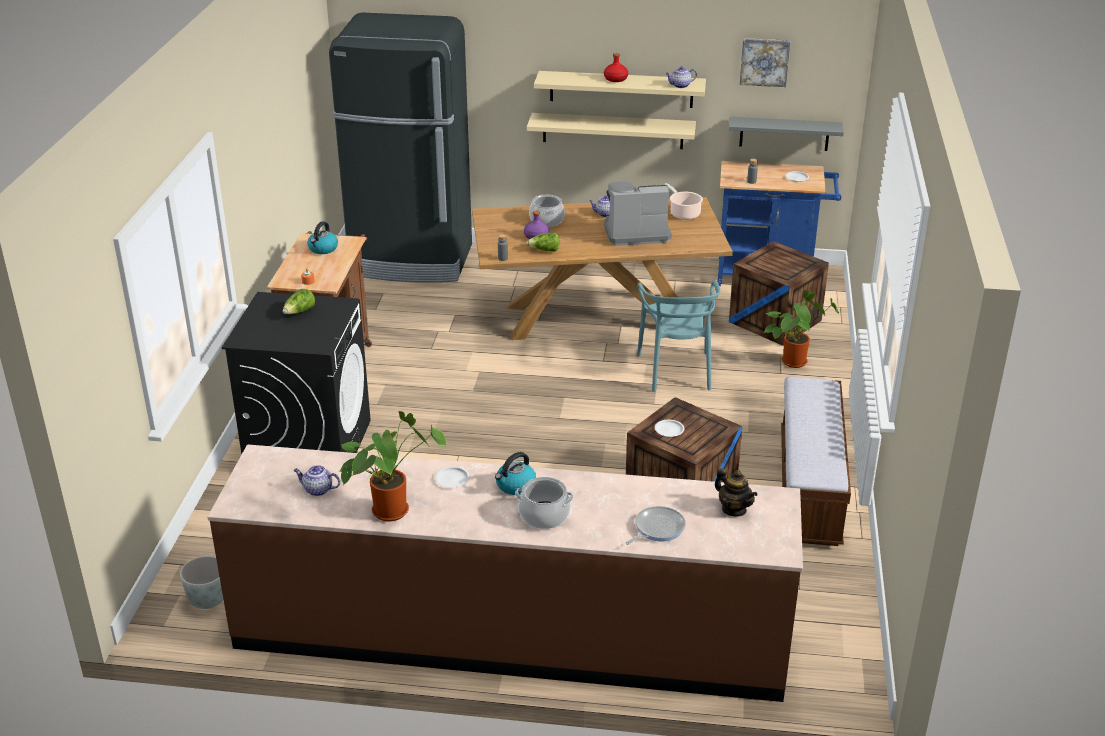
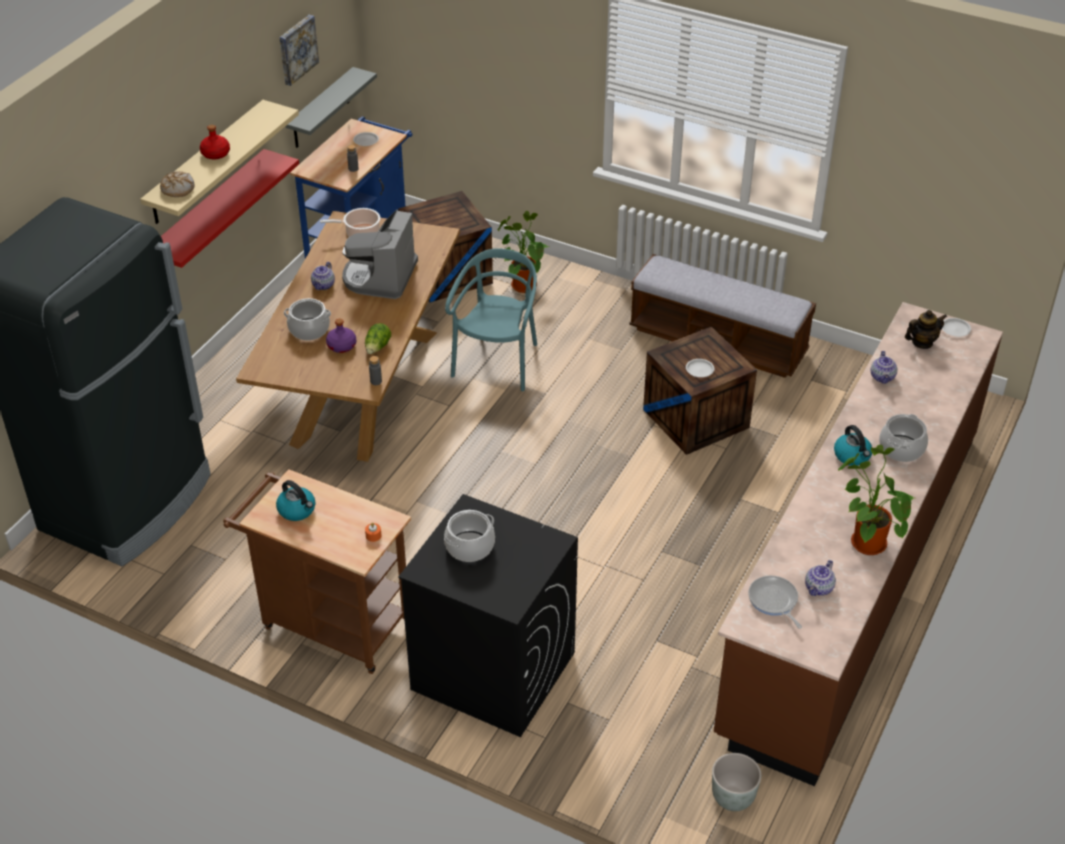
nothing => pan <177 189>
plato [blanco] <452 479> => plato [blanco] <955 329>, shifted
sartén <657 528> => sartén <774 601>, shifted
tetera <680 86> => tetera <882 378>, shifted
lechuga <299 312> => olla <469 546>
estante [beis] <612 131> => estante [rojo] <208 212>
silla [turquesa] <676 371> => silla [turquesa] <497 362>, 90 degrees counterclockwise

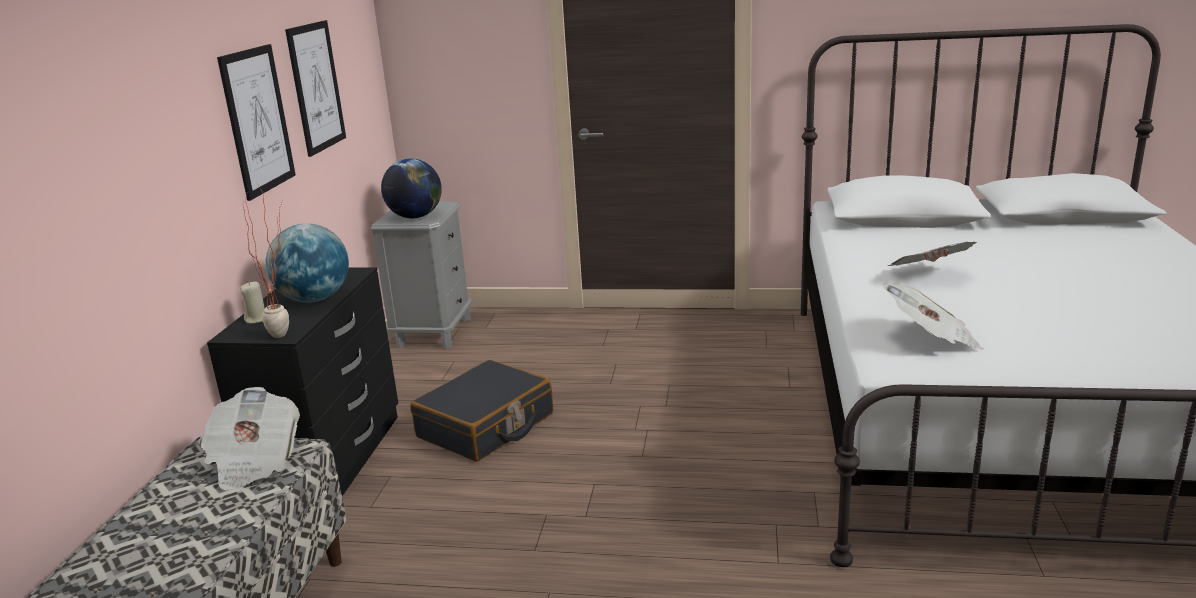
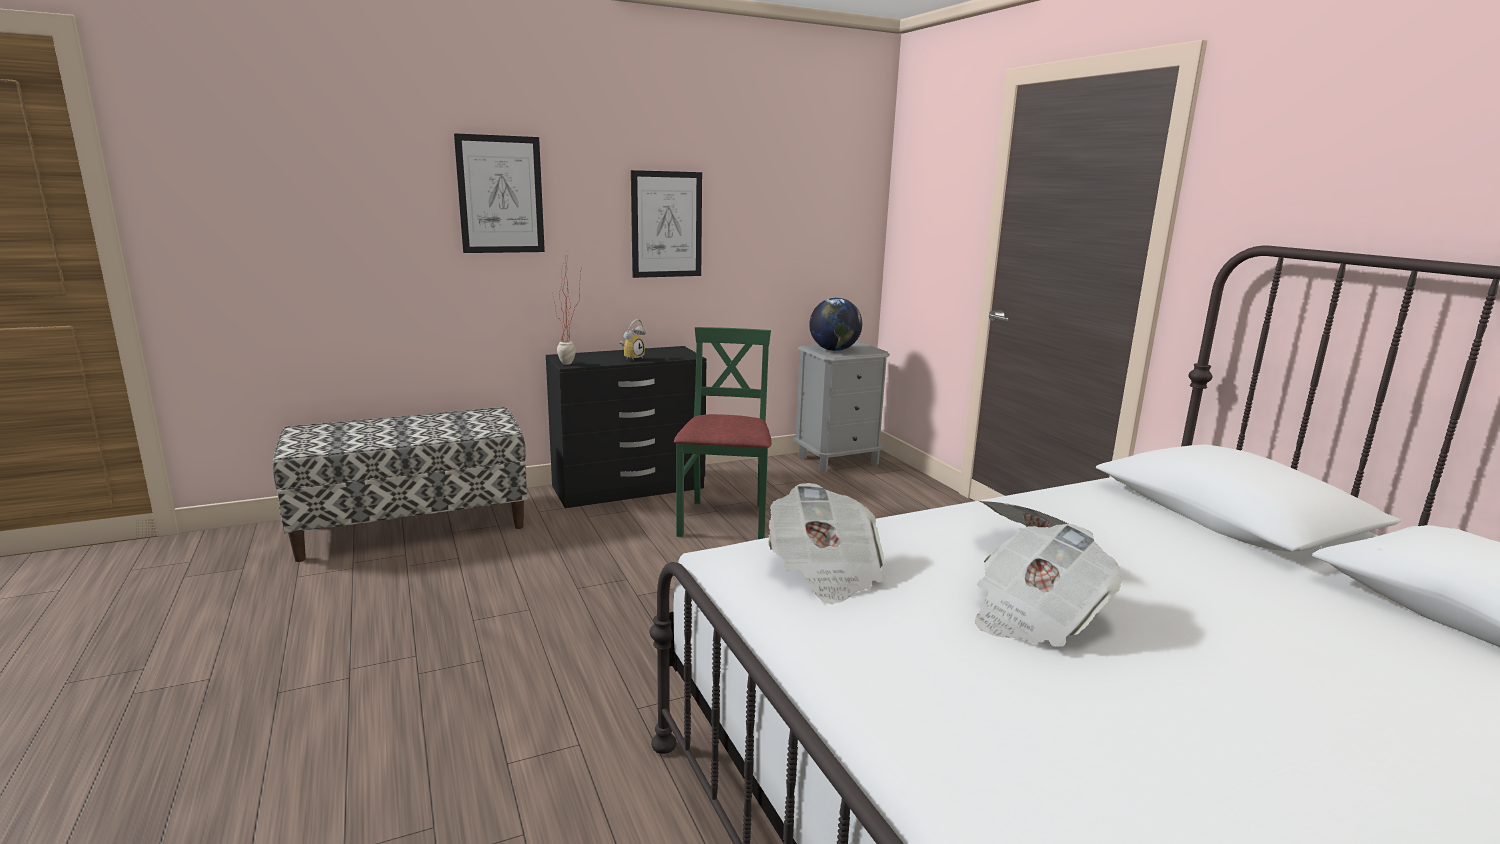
vela [beis] <257 319> => nothing
periódico <254 461> => periódico <1035 616>, shifted
cuadro <316 87> => cuadro <500 195>, shifted
globo terráqueo <314 299> => despertador <632 358>
maleta [negro] <486 426> => silla [verde] <725 520>

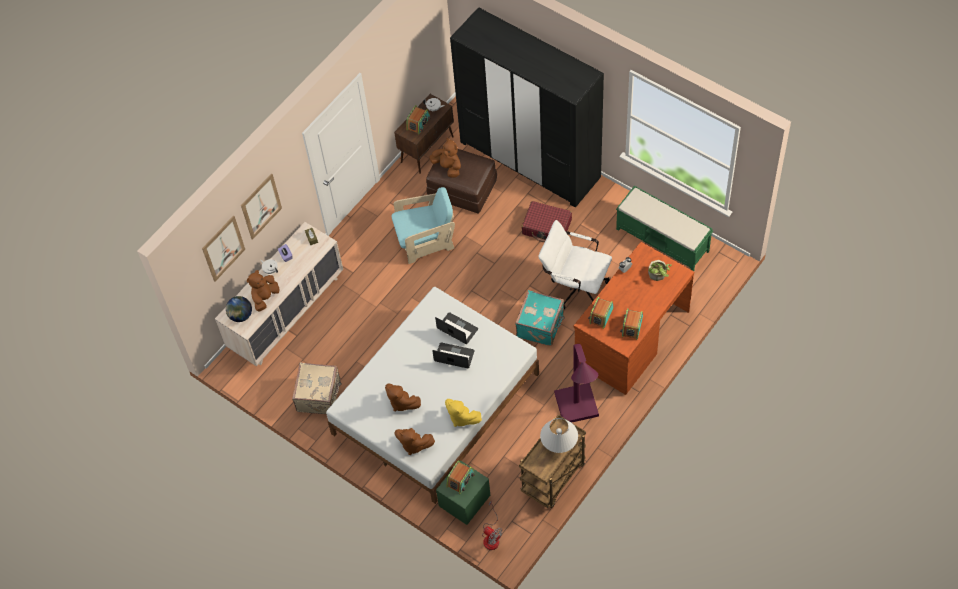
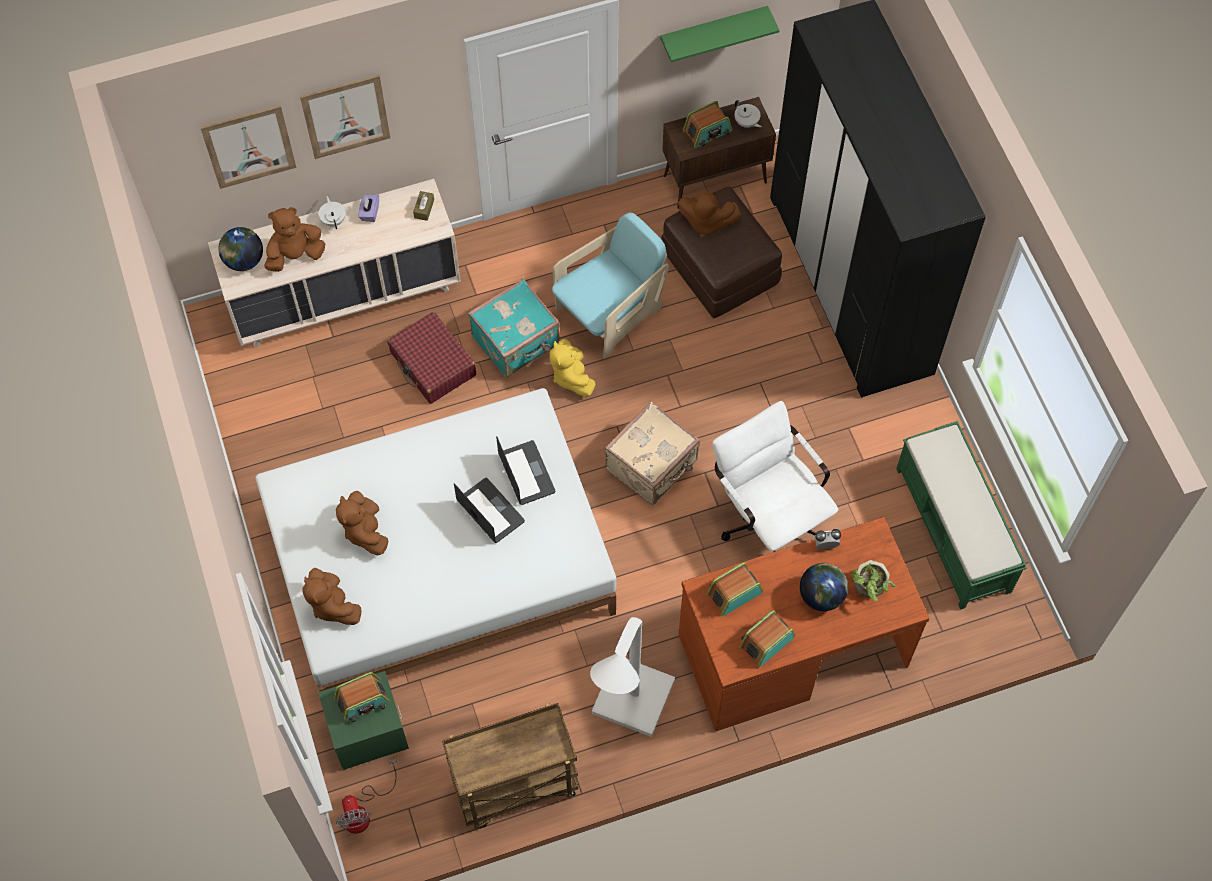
lámpara de mesa [blanco] <559 442> => nothing
nothing => estante [verde] <713 31>
nothing => globo terráqueo <821 595>
maleta [beis] <319 395> => maleta [beis] <653 466>, shifted
peluche [amarillo] <461 417> => peluche [amarillo] <571 376>, shifted
maleta [turquesa] <541 325> => maleta [turquesa] <517 342>, shifted
maleta [rojo] <547 227> => maleta [rojo] <433 364>, shifted
lámpara de pie [morado] <578 411> => lámpara de pie [blanco] <628 708>
sillón [turquesa] <425 241> => sillón [turquesa] <610 312>, 60 degrees counterclockwise
peluche [marrón] <448 167> => peluche [marrón] <706 222>, 120 degrees clockwise

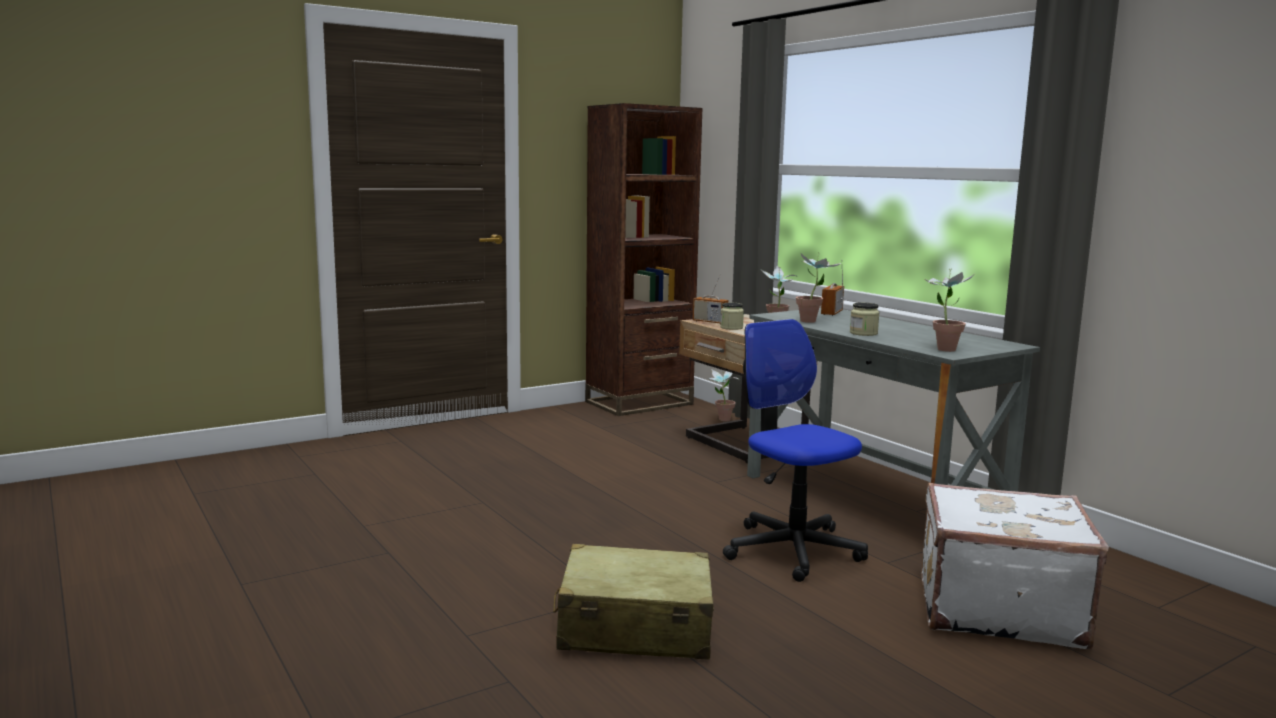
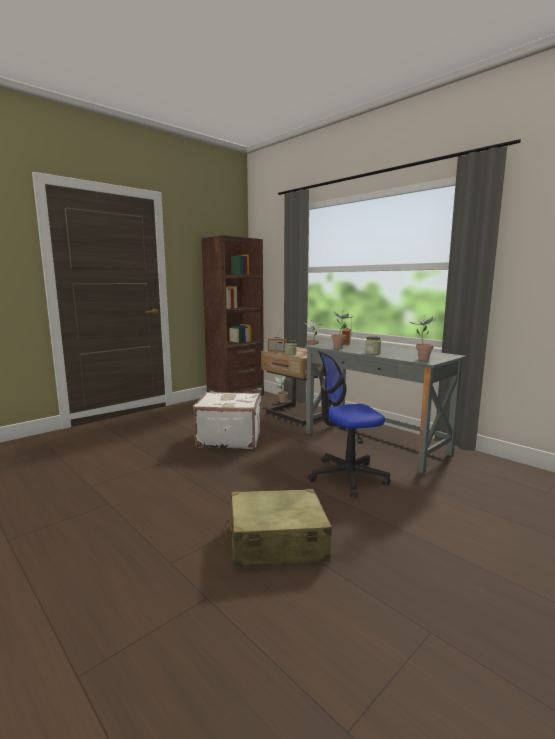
maleta [blanco] <997 609> => maleta [blanco] <229 438>, shifted
silla de oficina <792 550> => silla de oficina <347 476>, 60 degrees counterclockwise

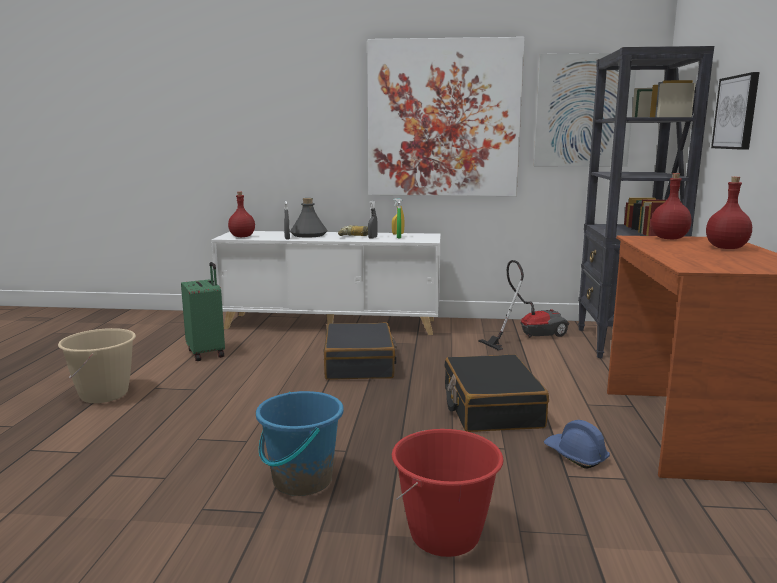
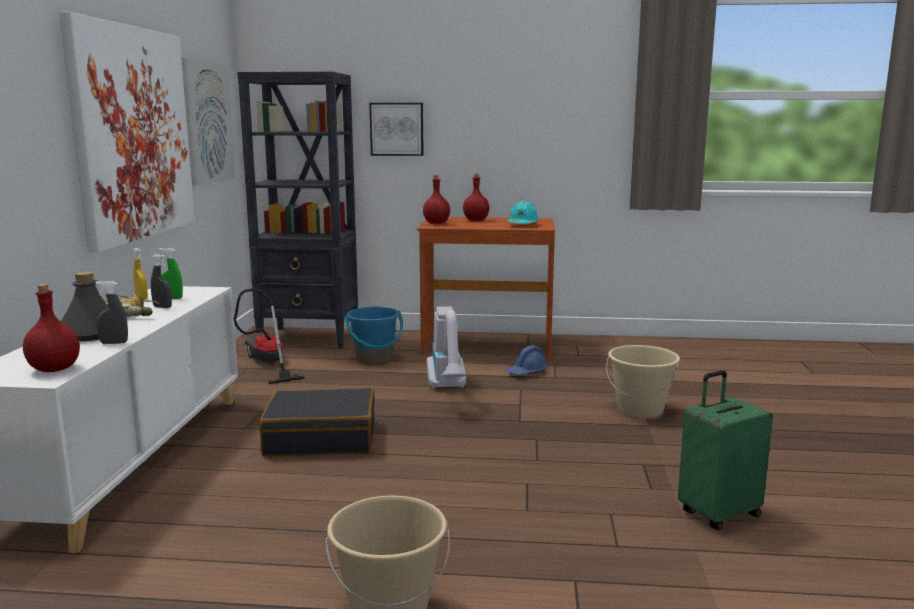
nothing => casco [turquesa] <523 225>
maleta [verde] <207 353> => maleta [verde] <718 513>, shifted
cubo [azul] <301 480> => cubo [azul] <374 359>, shifted
maleta [negro] <491 408> => aspiradora <448 389>
cubo [rojo] <445 536> => cubo [beis] <640 410>

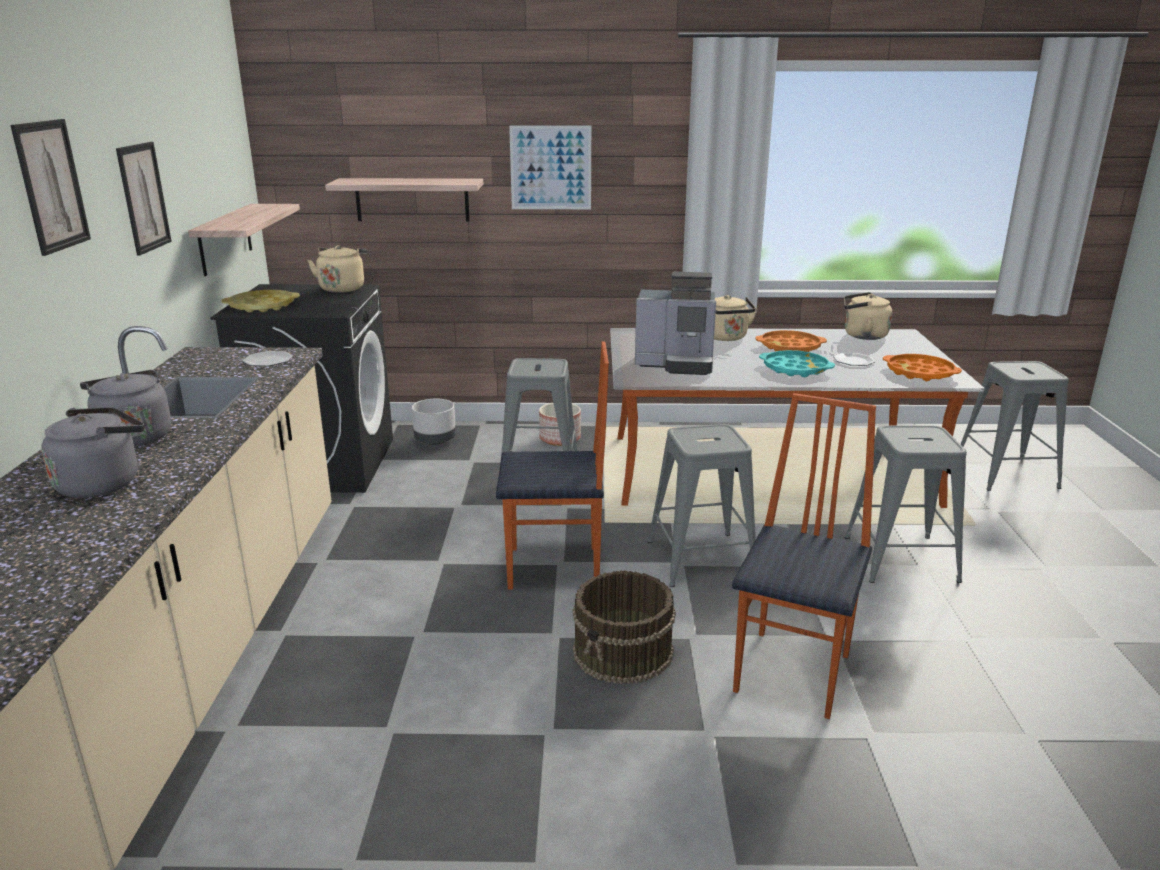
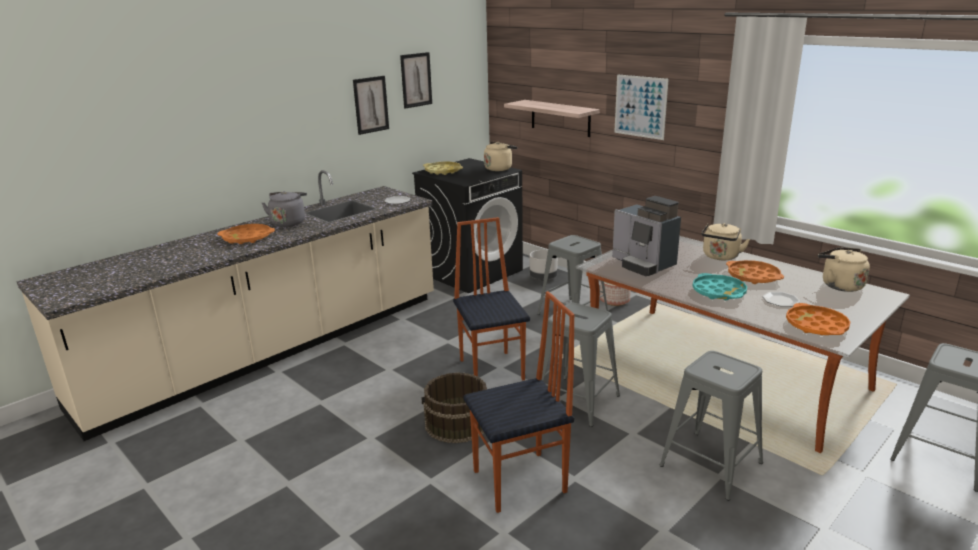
estante <225 239> => nothing
cuadro <51 186> => cuadro <416 80>, shifted
hervidor [gris] <103 483> => bandeja [naranja] <247 238>
silla <555 569> => silla <492 369>, 150 degrees counterclockwise

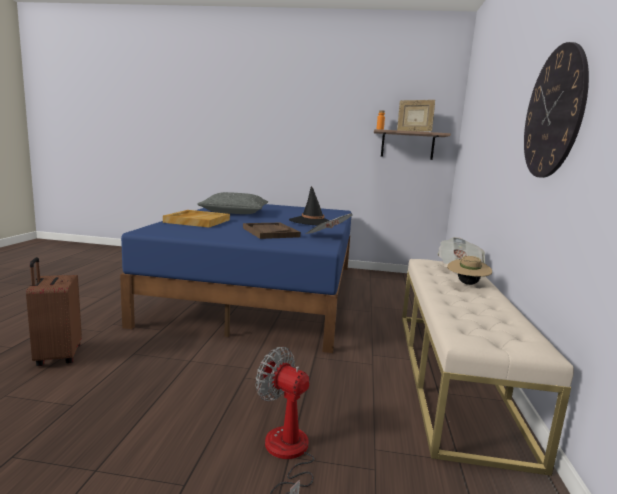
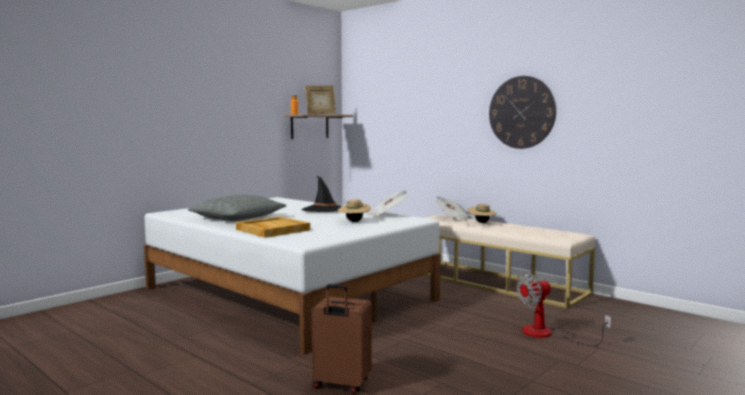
bandeja [marrón] <270 232> => sombrero [beis] <354 221>
cama [azul] <262 291> => cama [blanco] <288 294>

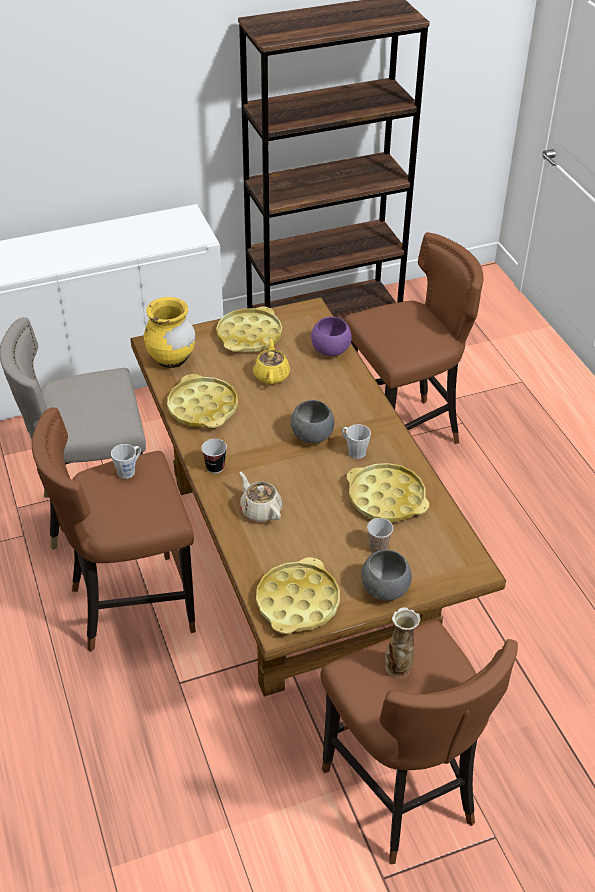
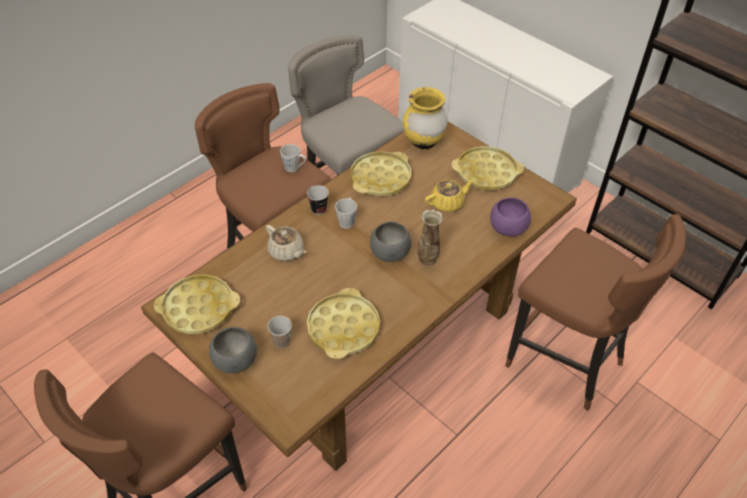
taza grande [gris] <354 451> => taza grande [gris] <347 220>, shifted
florero <398 668> => florero <427 259>, shifted
tetera [beis] <260 510> => tetera [beis] <286 251>, 105 degrees clockwise

